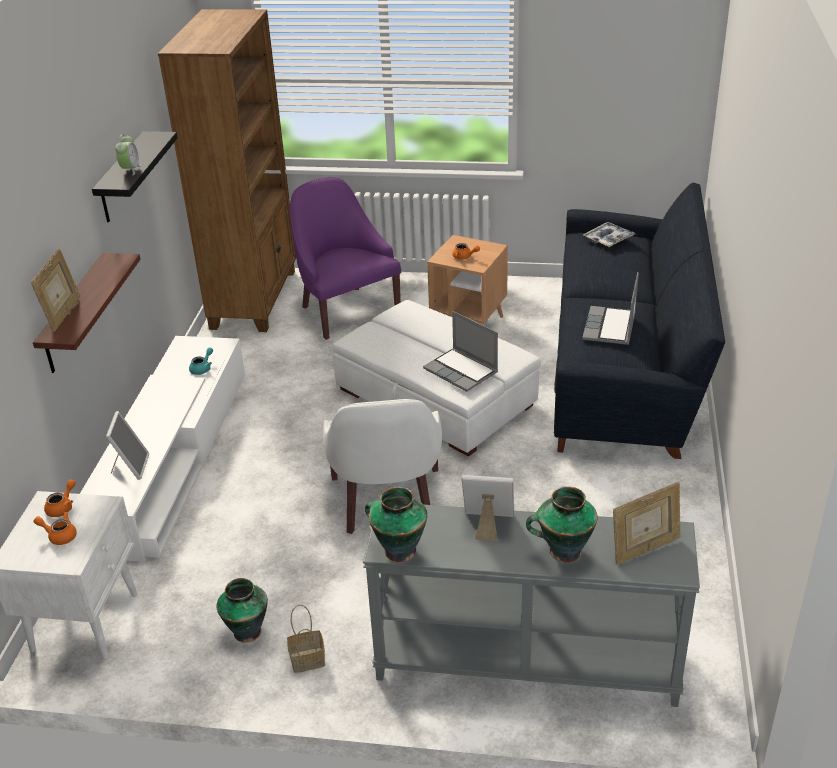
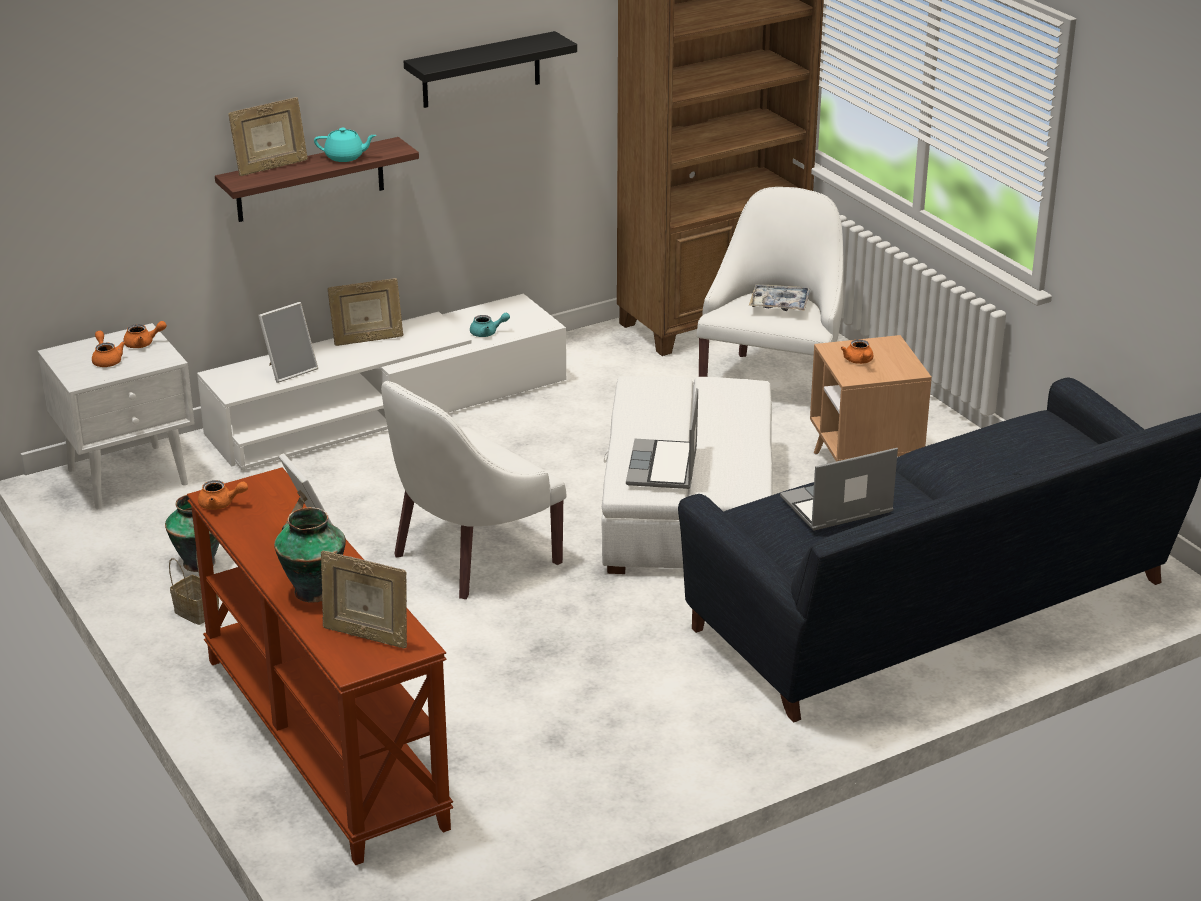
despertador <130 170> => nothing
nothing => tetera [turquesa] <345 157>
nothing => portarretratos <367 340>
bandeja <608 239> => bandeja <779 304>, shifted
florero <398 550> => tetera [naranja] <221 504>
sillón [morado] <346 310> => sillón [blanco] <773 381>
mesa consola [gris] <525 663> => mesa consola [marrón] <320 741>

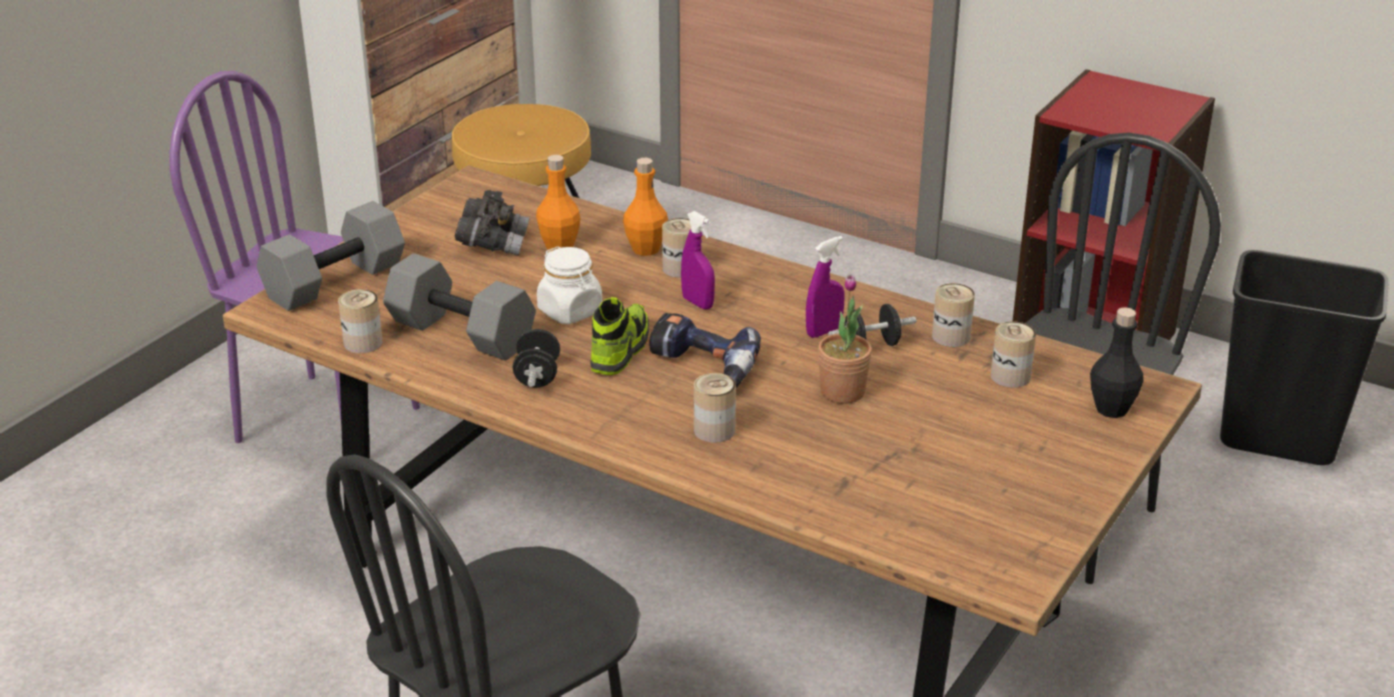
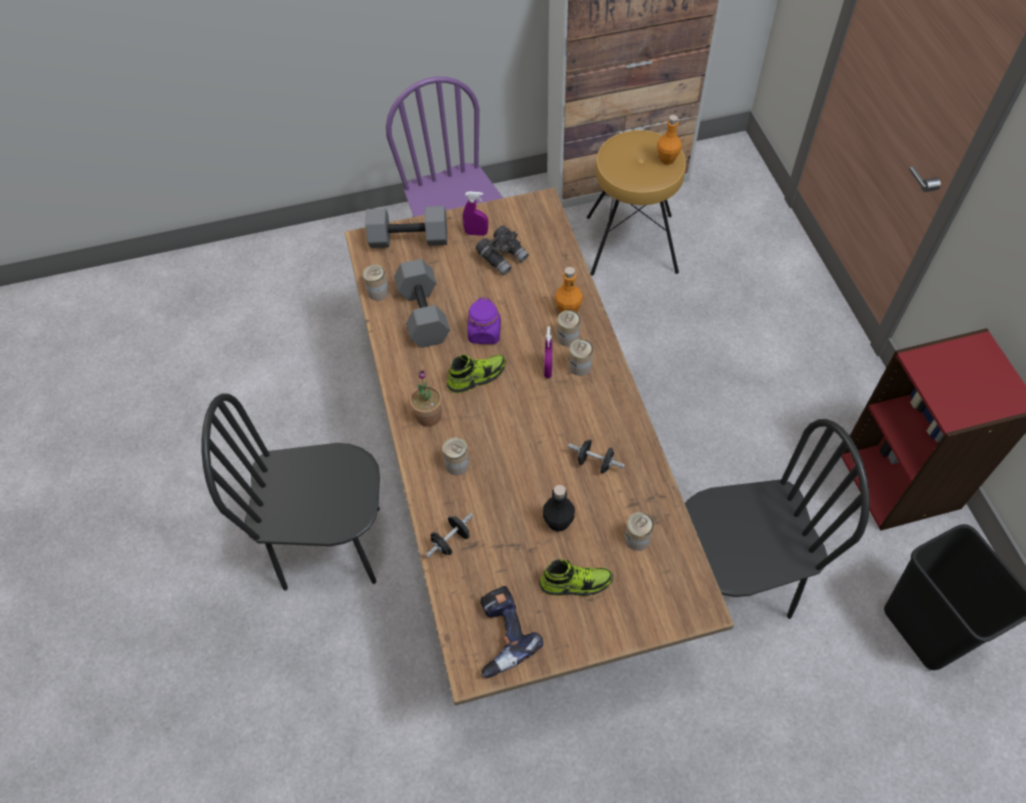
nothing => zapato <575 583>
mancuerna [negro] <537 376> => mancuerna [negro] <451 541>, shifted
botella [naranja] <559 246> => botella [naranja] <667 159>, shifted
taladro <701 368> => taladro <500 635>, shifted
pulverizador [morado] <824 331> => pulverizador [morado] <476 233>, shifted
planta en maceta <842 392> => planta en maceta <428 416>, shifted
lata <951 337> => lata <580 366>, shifted
botella [negro] <1111 409> => botella [negro] <558 522>, shifted
tarro [blanco] <570 311> => tarro [morado] <484 333>

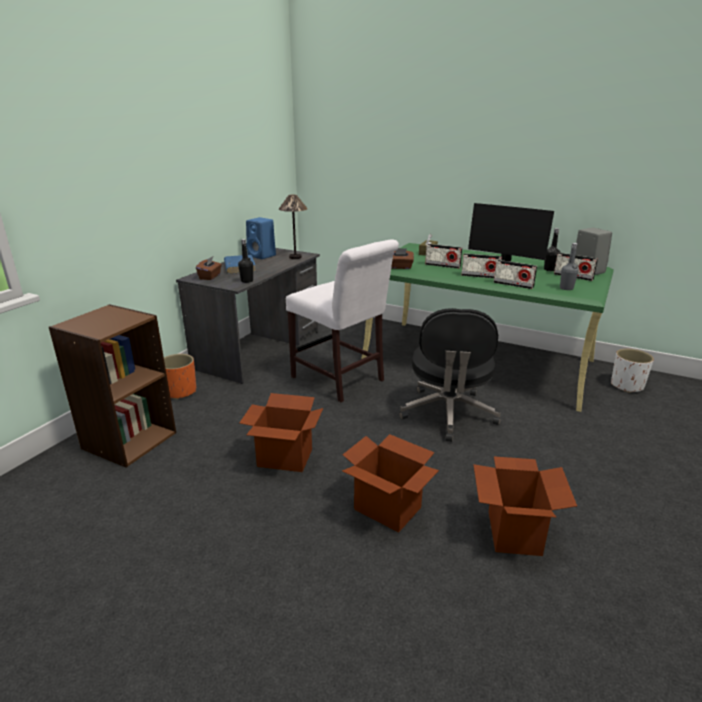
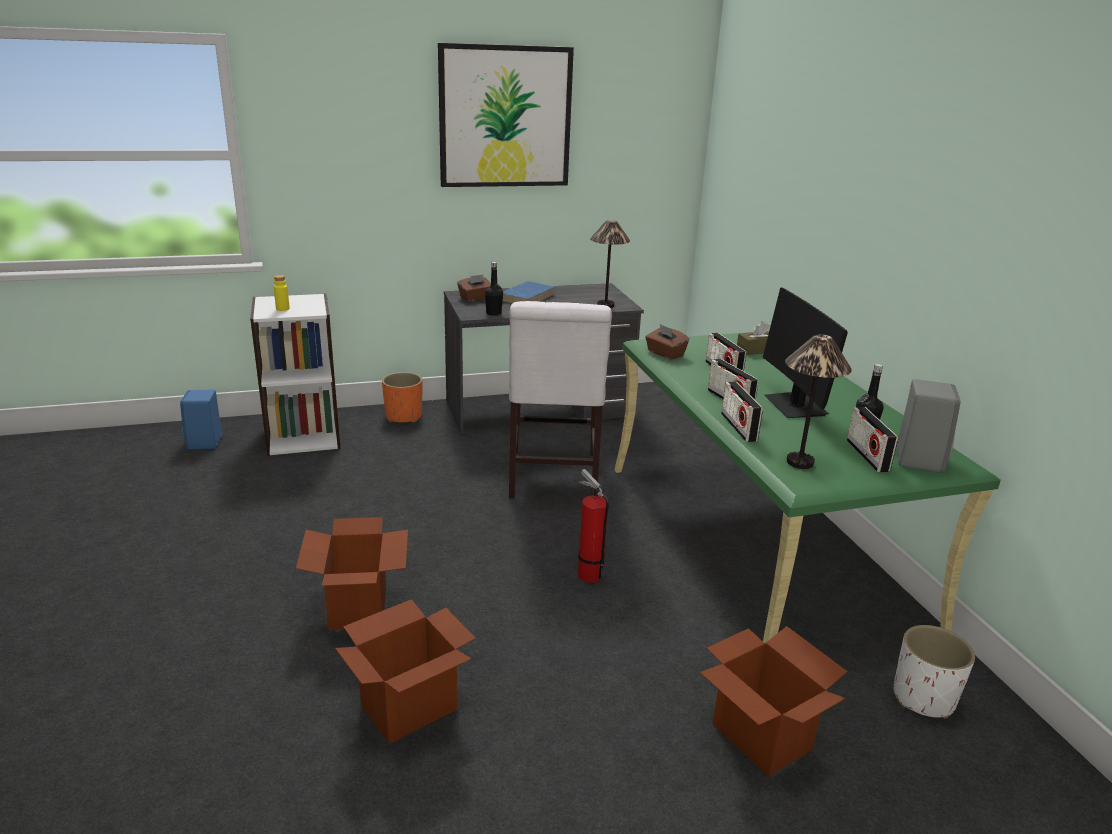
nothing => botella [amarillo] <282 309>
nothing => cuadro <505 117>
caja de cartón <284 458> => caja de cartón <760 736>, shifted
altavoz [azul] <262 256> => altavoz [azul] <205 443>, shifted
silla de oficina [negro] <448 414> => extintor <588 573>
botella [gris] <566 288> => lámpara de mesa <800 462>
estantería [marrón] <129 440> => estantería [blanco] <303 436>

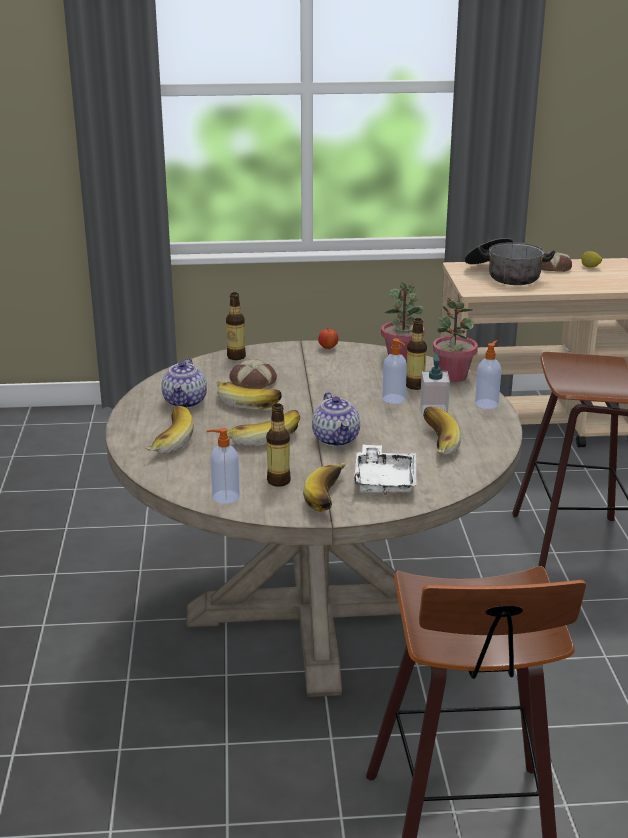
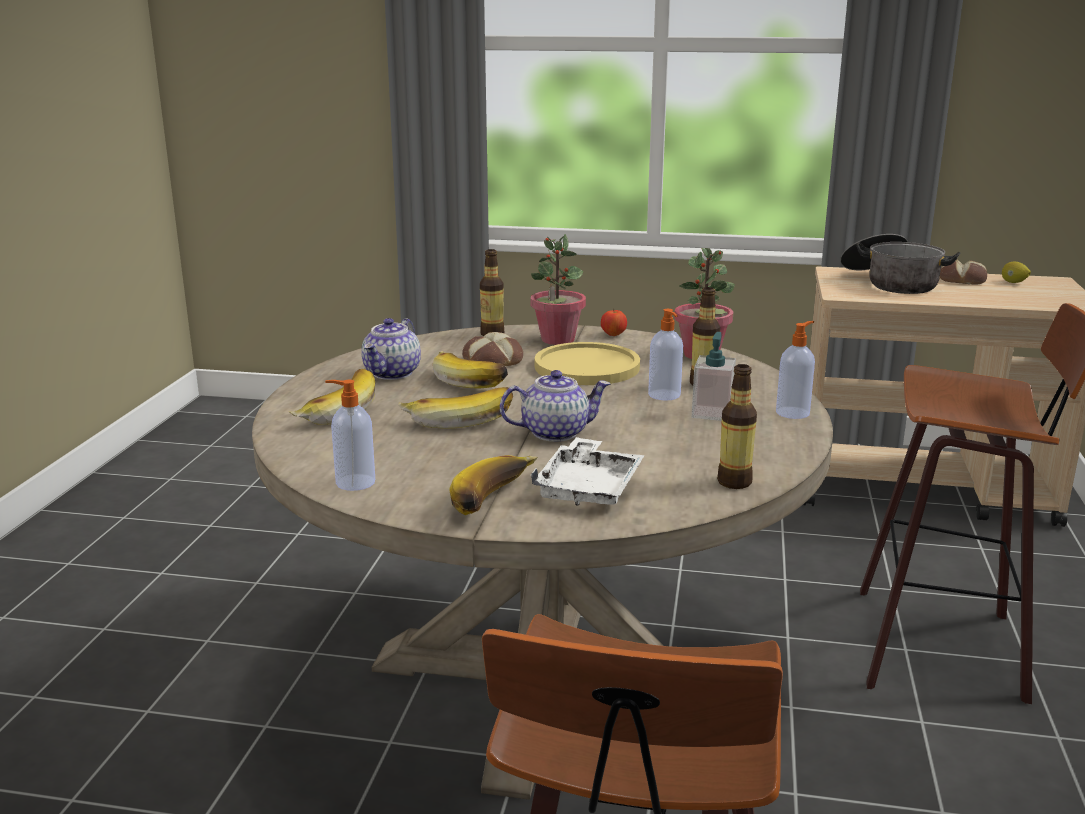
plátano <434 443> => nothing
nothing => plato [amarillo] <587 367>
botella <278 481> => botella <734 482>, shifted
planta en maceta <453 376> => planta en maceta <557 340>, shifted
tetera <336 439> => tetera <555 432>, 105 degrees counterclockwise

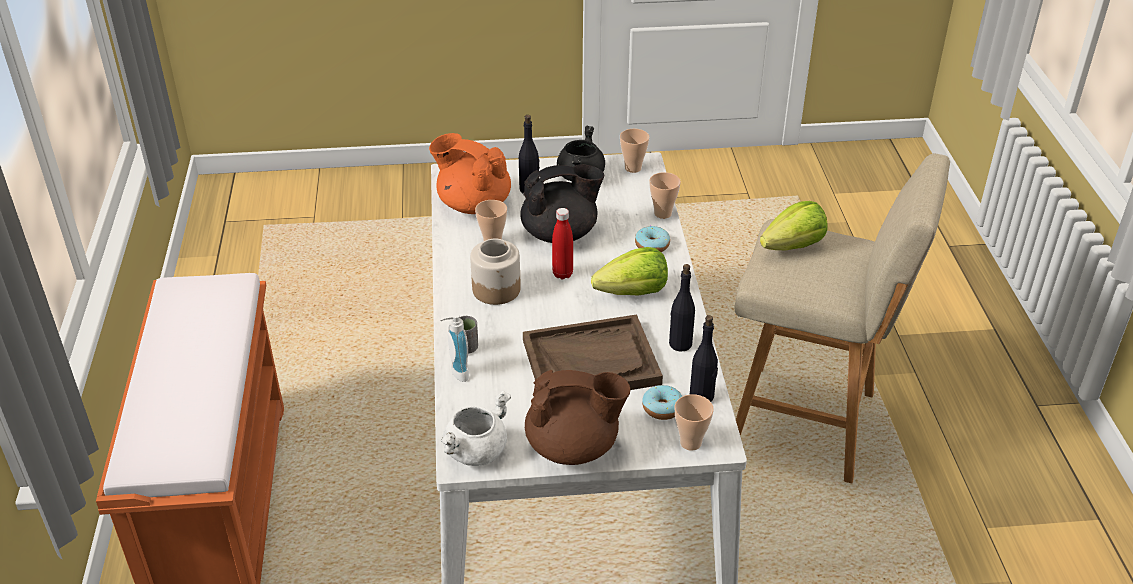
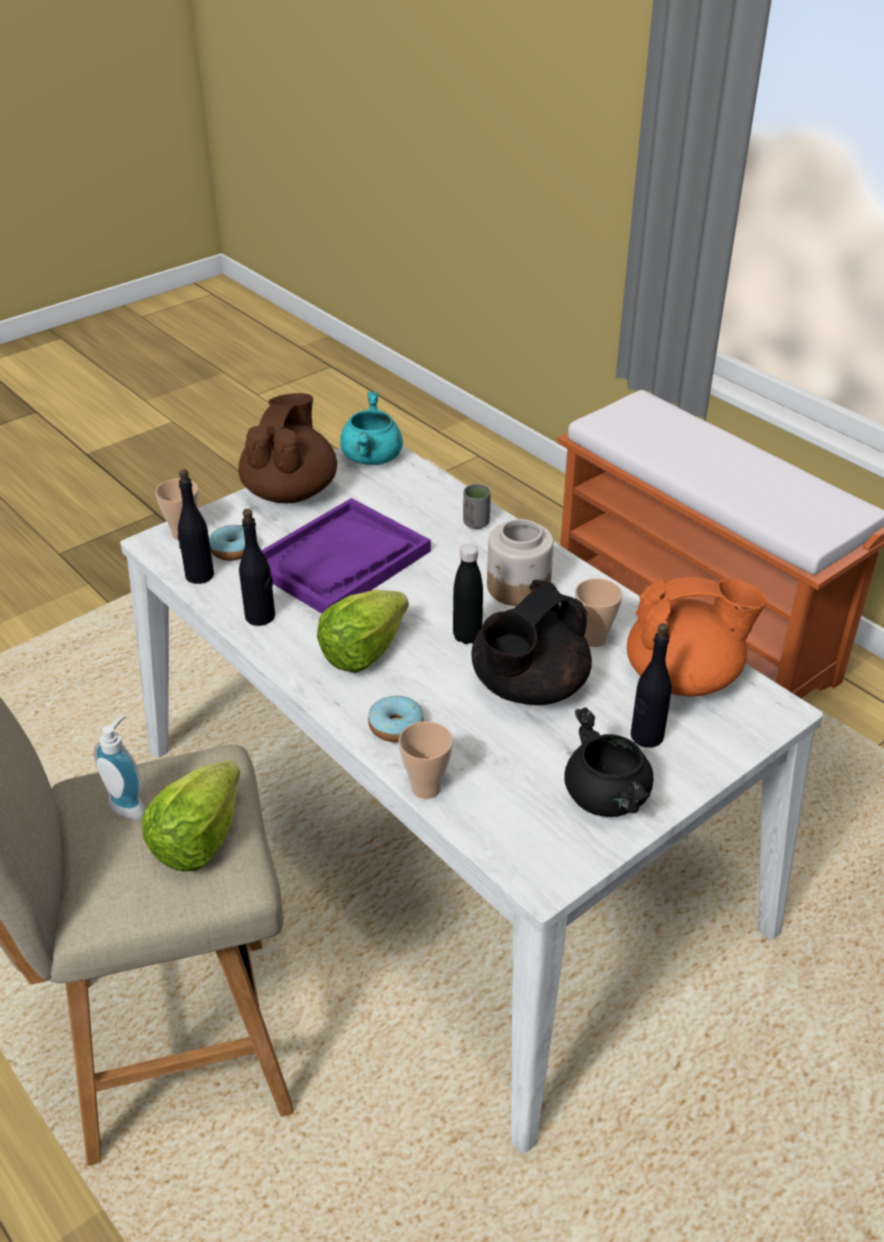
taza <633 168> => nothing
dispensador de jabón <456 373> => dispensador de jabón <130 805>, shifted
olla [blanco] <475 450> => olla [turquesa] <372 458>
bandeja [marrón] <591 362> => bandeja [morado] <340 561>
botella [rojo] <562 274> => botella [negro] <467 636>
tetera [marrón] <574 447> => tetera [marrón] <290 491>, 135 degrees clockwise

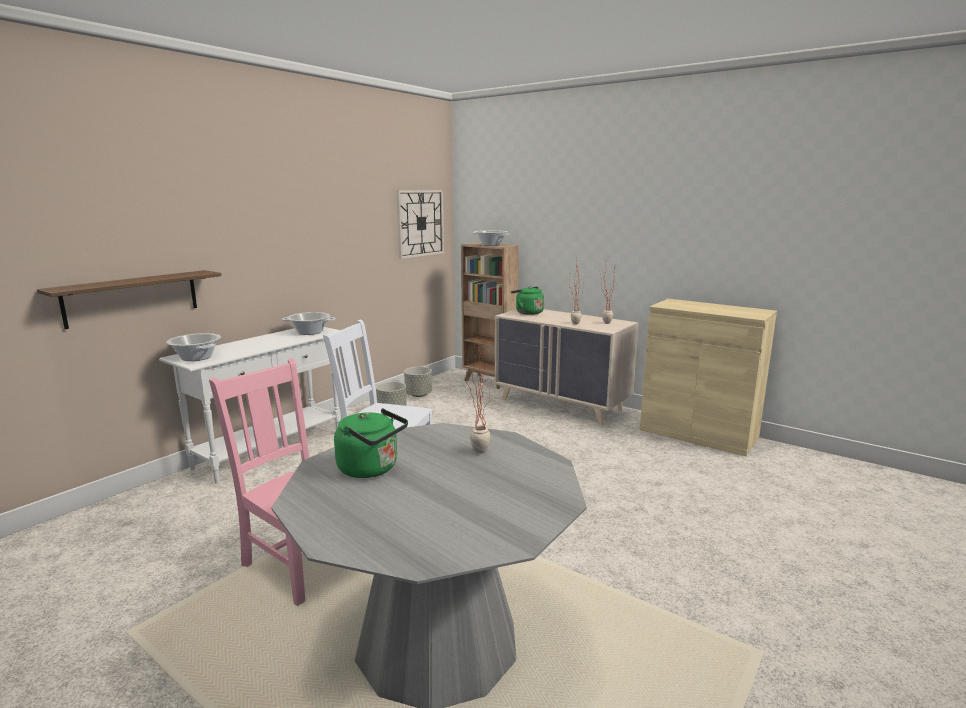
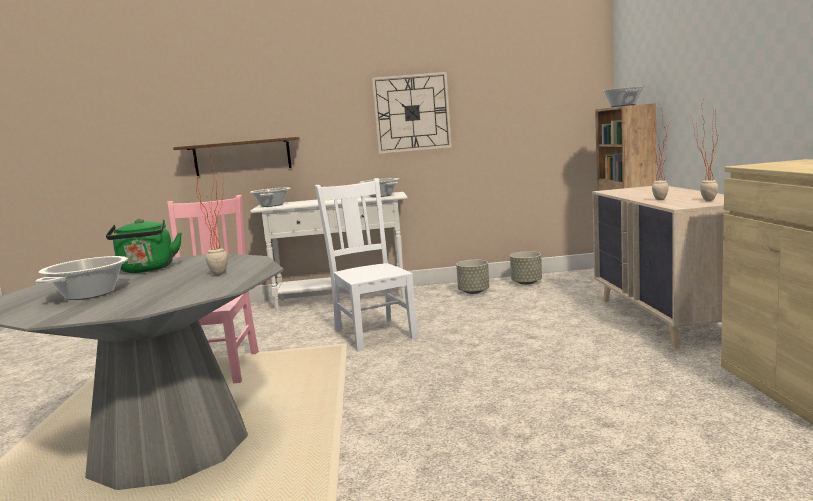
hervidor [verde] <527 312> => nothing
nothing => olla <89 294>
reloj de pared <420 223> => reloj de pared <412 113>, shifted

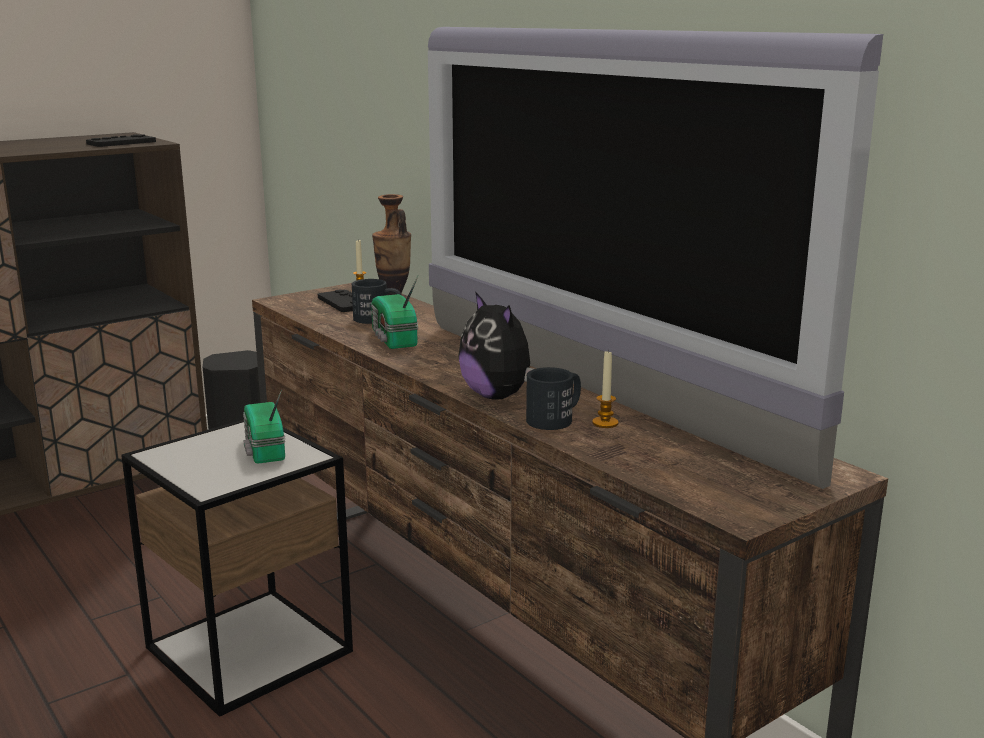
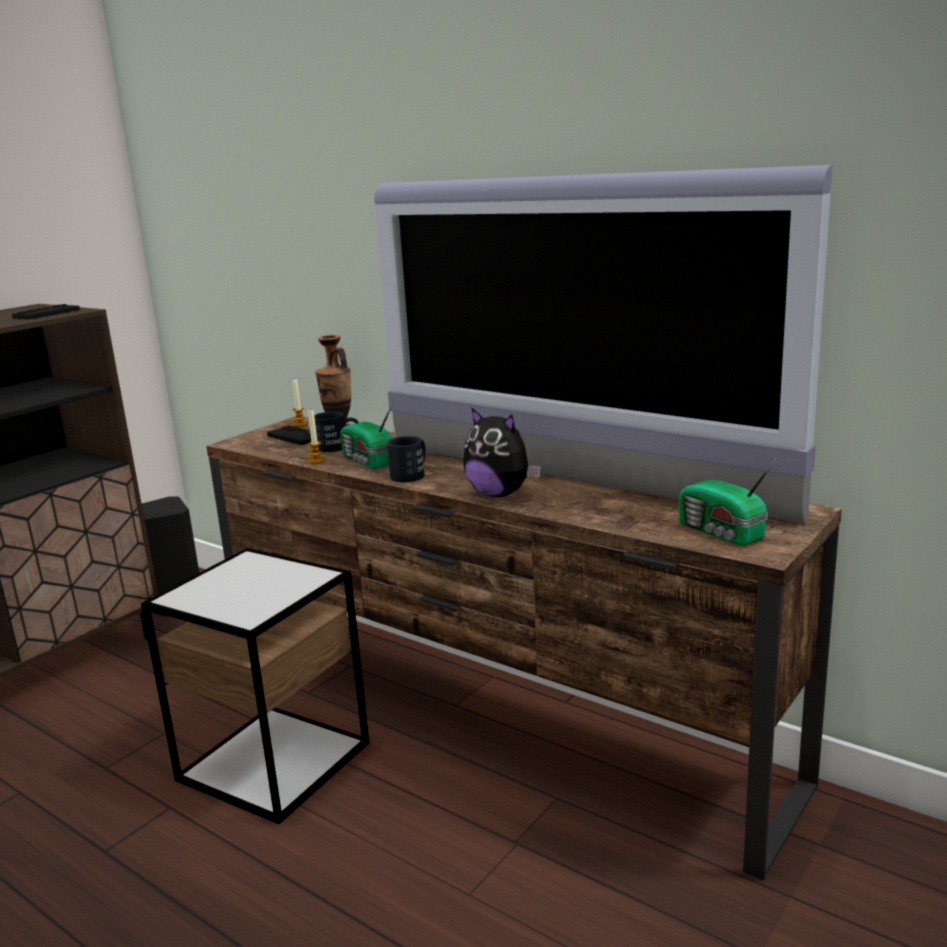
radio <263 450> => radio <721 533>, shifted
taza grande [negro] <556 418> => taza grande [negro] <411 474>, shifted
vela <605 423> => vela <316 461>, shifted

